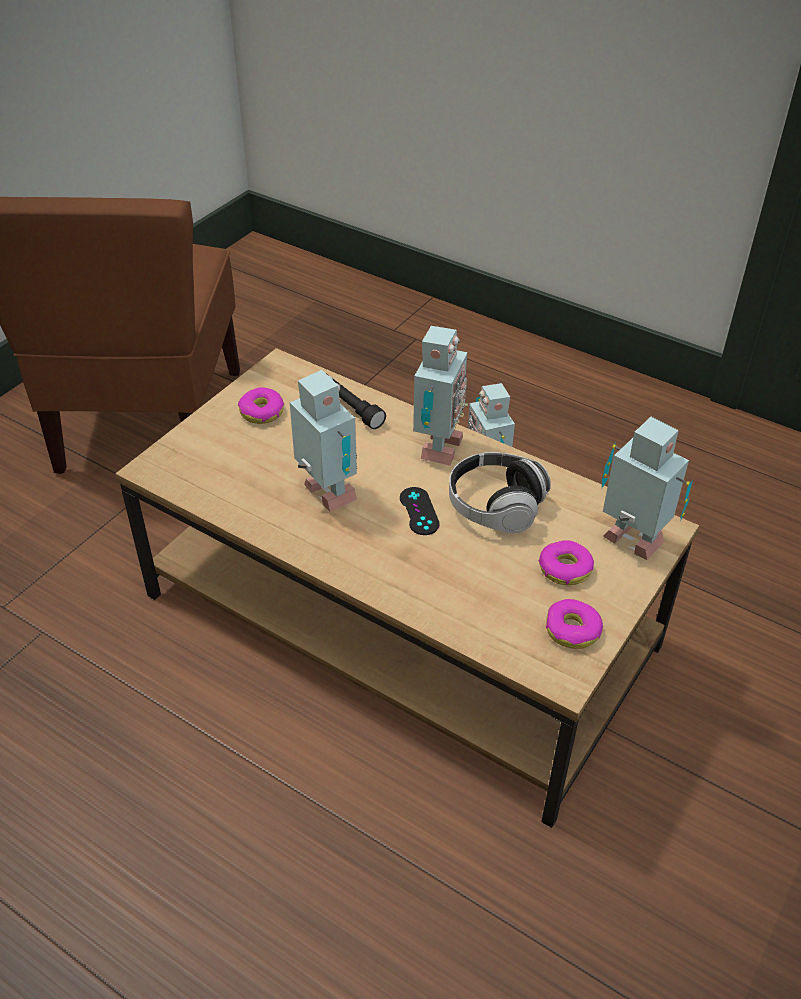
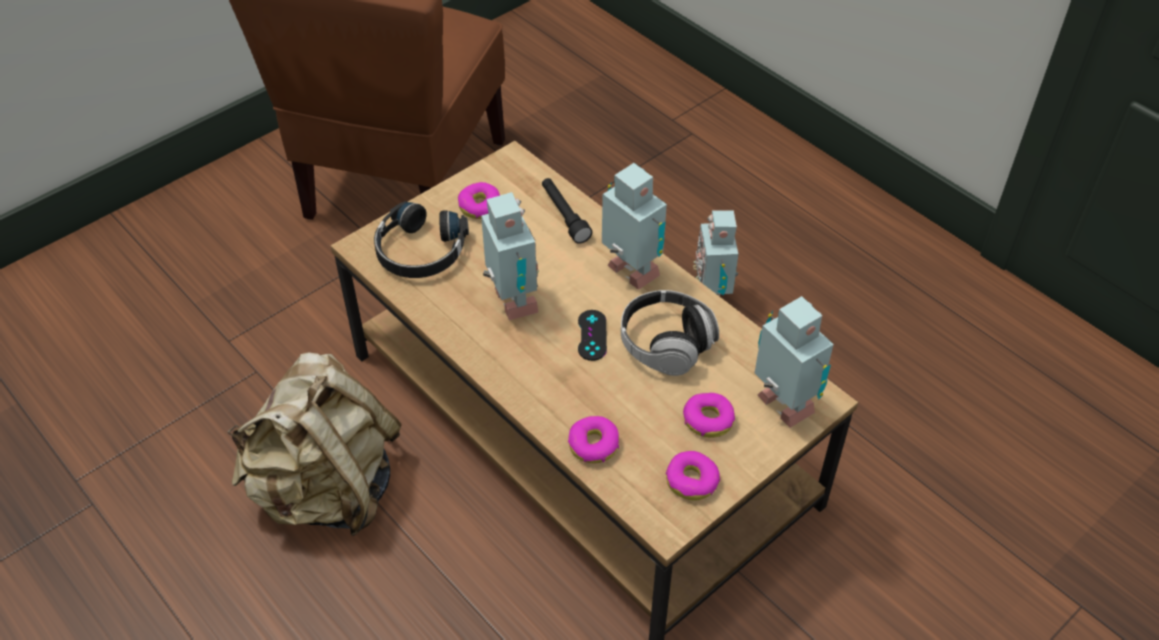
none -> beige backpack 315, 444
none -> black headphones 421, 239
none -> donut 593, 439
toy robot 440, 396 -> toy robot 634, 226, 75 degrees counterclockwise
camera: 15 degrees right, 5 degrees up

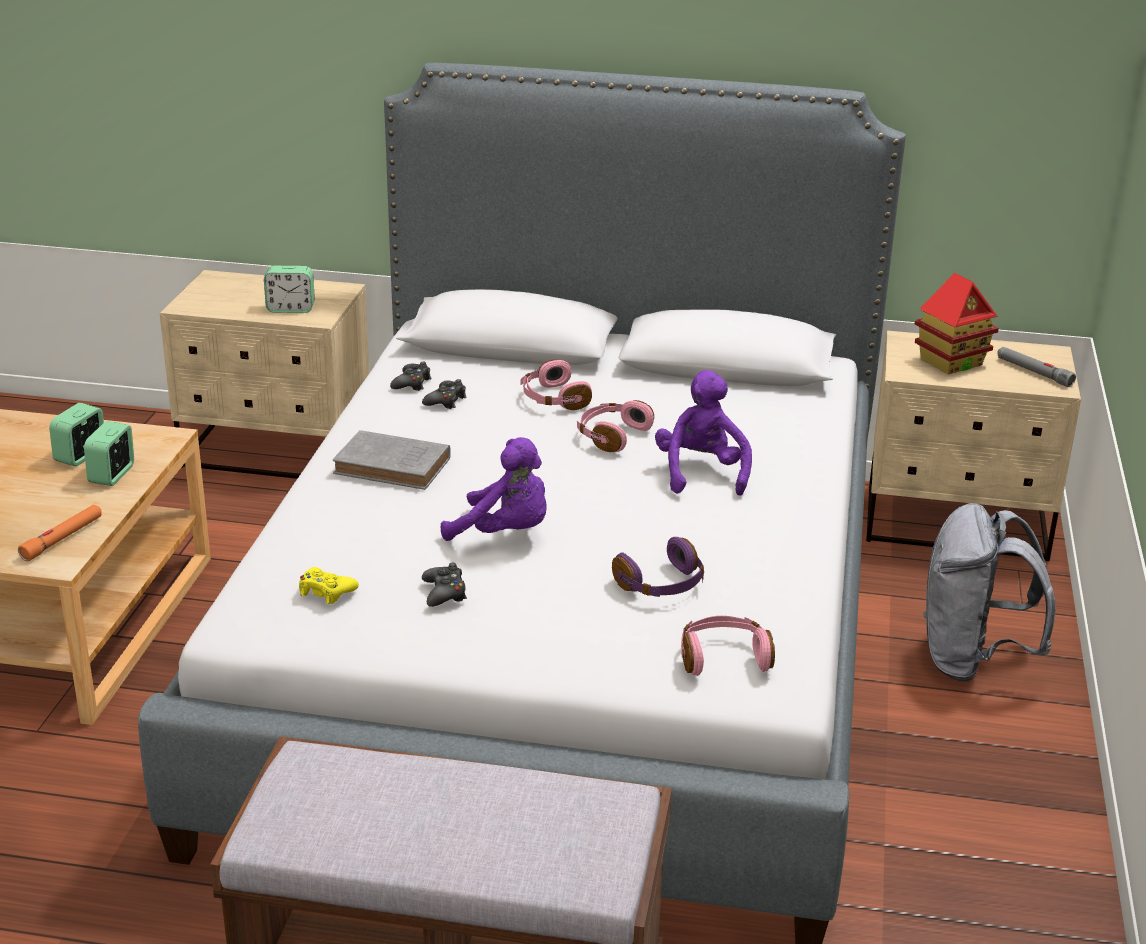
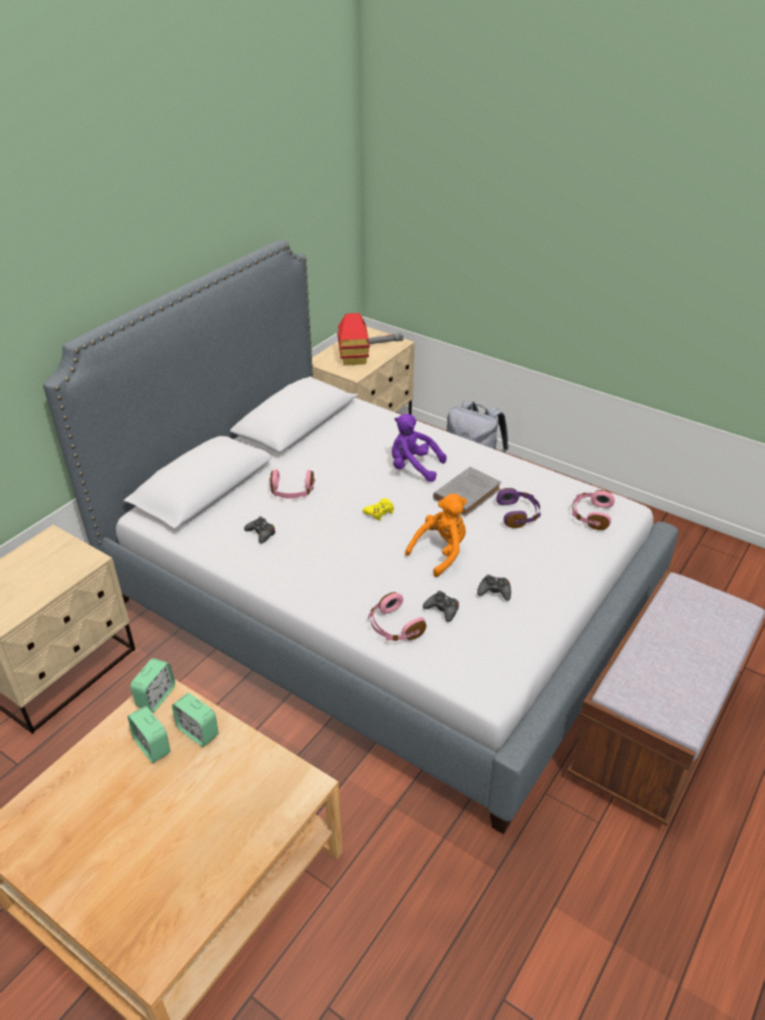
orange flashlight 60, 533 -> none
alarm clock 289, 289 -> alarm clock 152, 685, shifted
yellow game controller 329, 585 -> yellow game controller 378, 509, shifted
grey book 392, 460 -> grey book 467, 492, shifted
black game controller 411, 376 -> black game controller 441, 606, shifted
pink headphones 615, 426 -> pink headphones 397, 616, shifted
purple plush toy 494, 489 -> orange plush toy 436, 535
camera: 65 degrees left, 10 degrees up

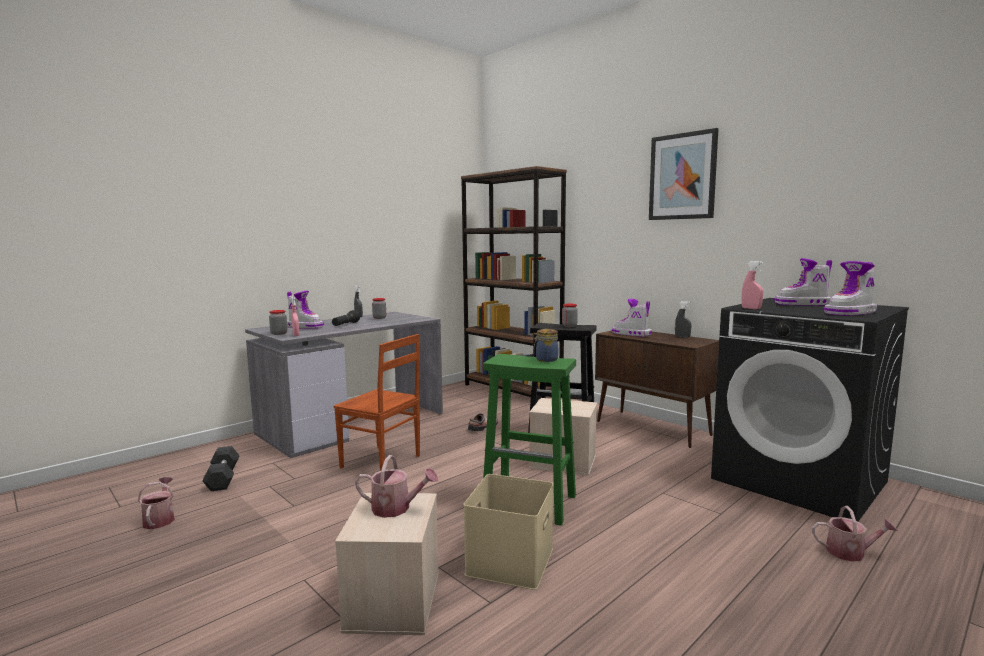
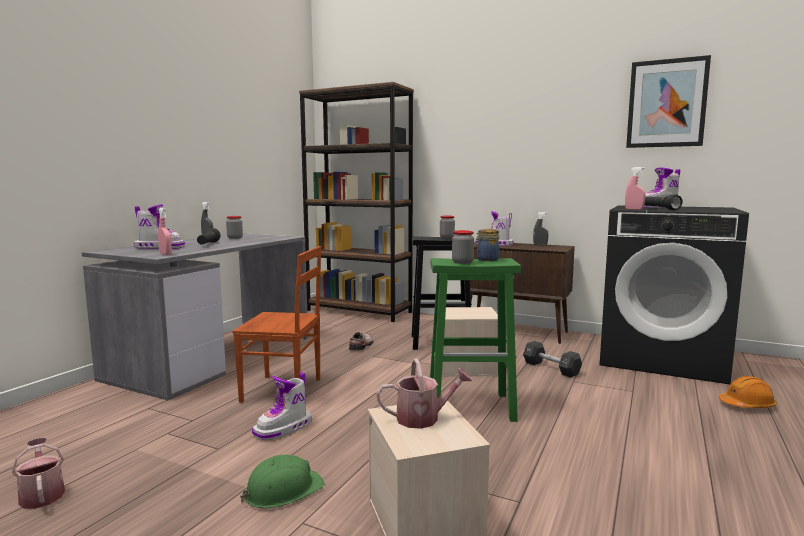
beige storage box 508, 532 -> none
none -> green hard hat 282, 481
none -> black flashlight 663, 202
black dumbbell 221, 468 -> black dumbbell 552, 359, shifted
jar 278, 322 -> jar 463, 247, shifted
picture 684, 174 -> picture 668, 101, shifted
boot 850, 288 -> boot 282, 406, shifted
watering can 855, 534 -> orange hard hat 748, 392
camera: 20 degrees left, 0 degrees up

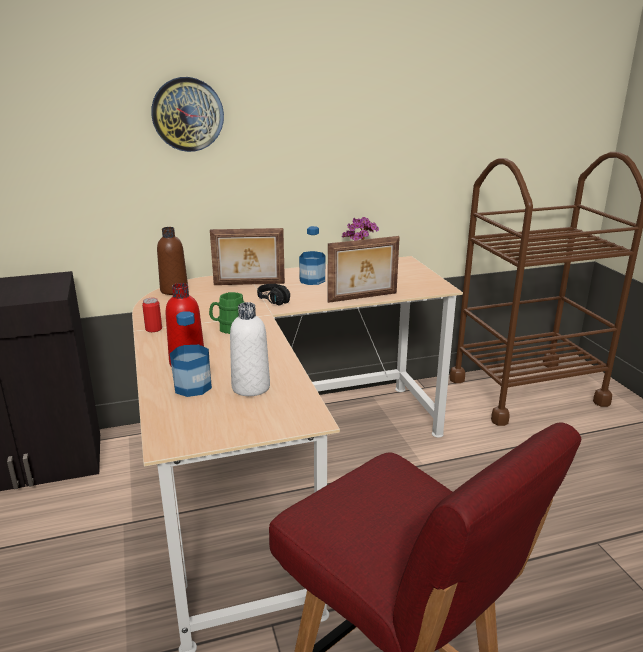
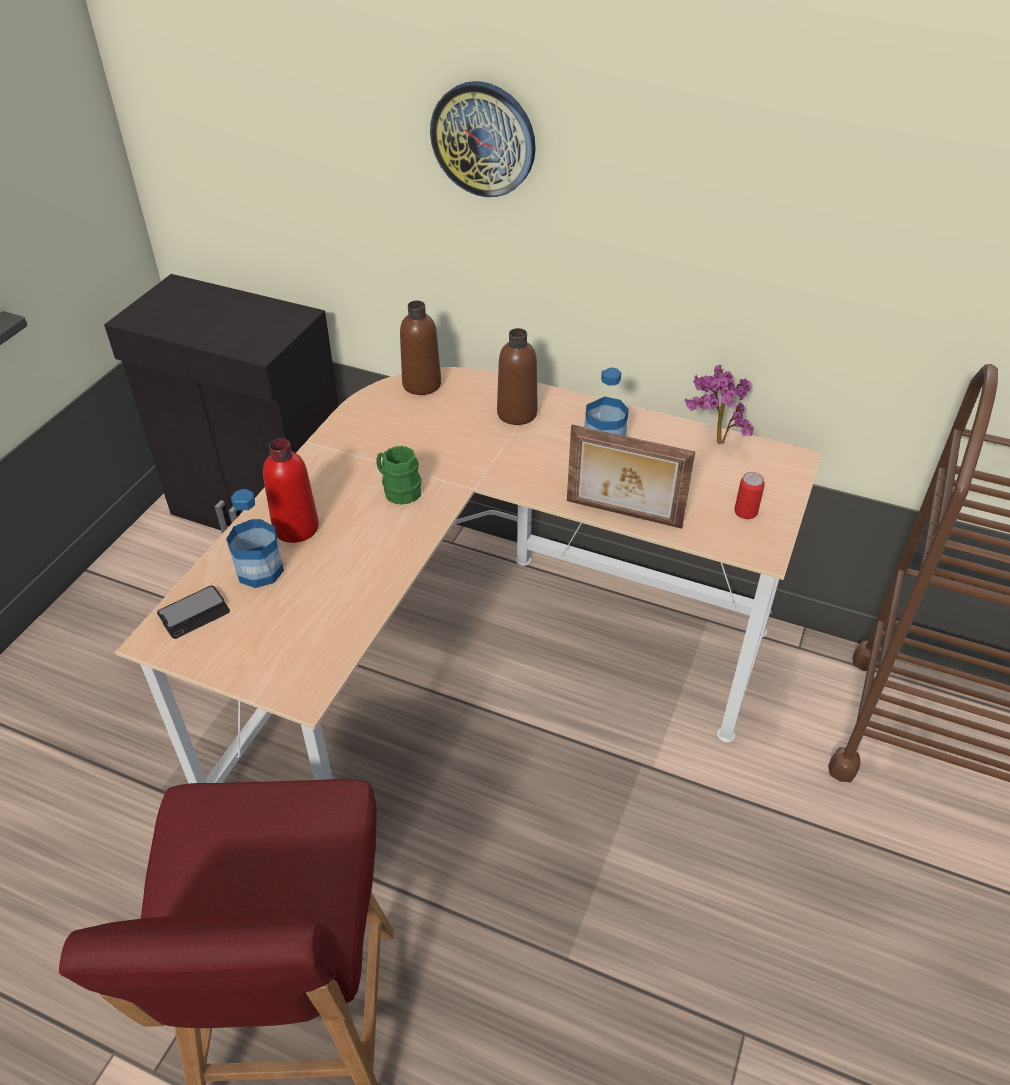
white bottle 250, 349 -> none
black headphones 273, 294 -> none
none -> phone 193, 612
can 152, 315 -> can 749, 495, shifted
picture frame 247, 256 -> brown bottle 517, 376
camera: 40 degrees right, 20 degrees up

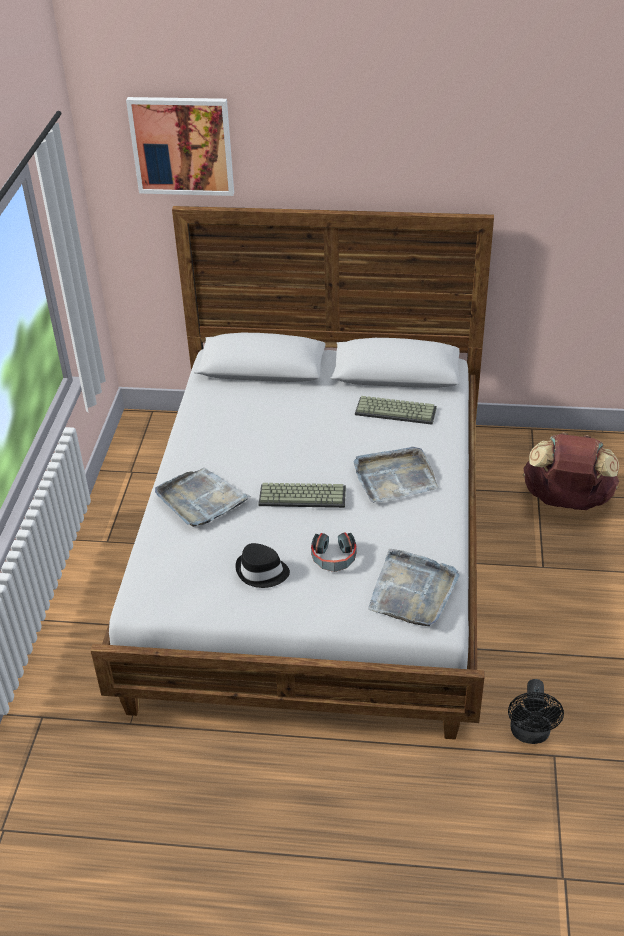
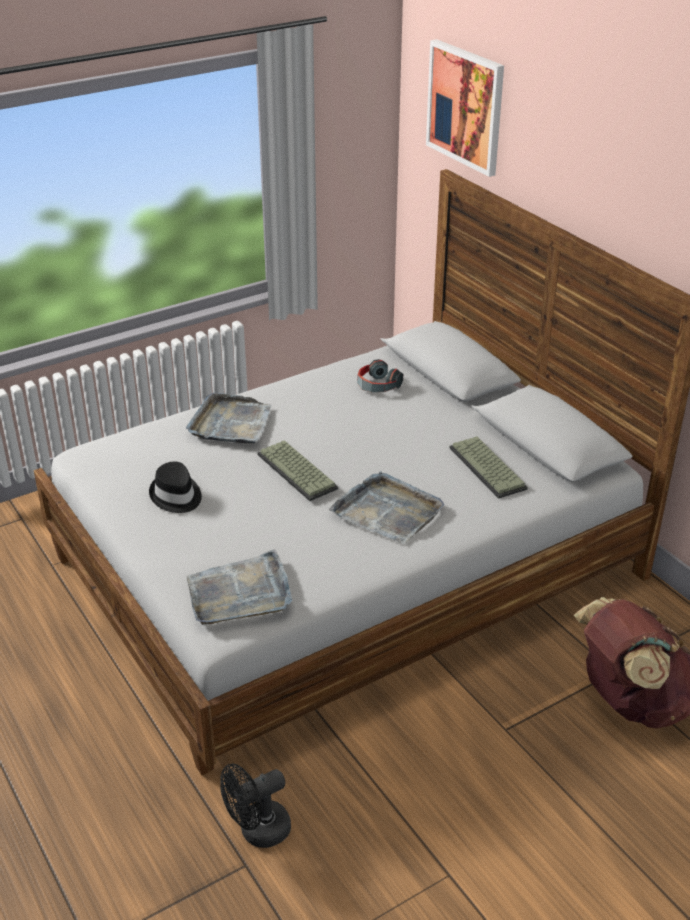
headphones 334, 552 -> headphones 380, 375, shifted
camera: 50 degrees right, 5 degrees down

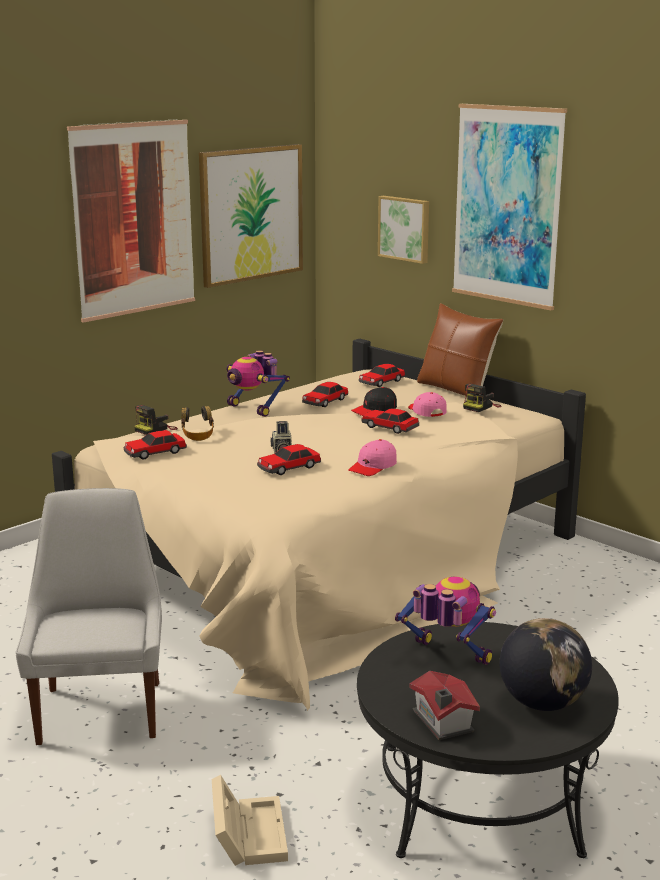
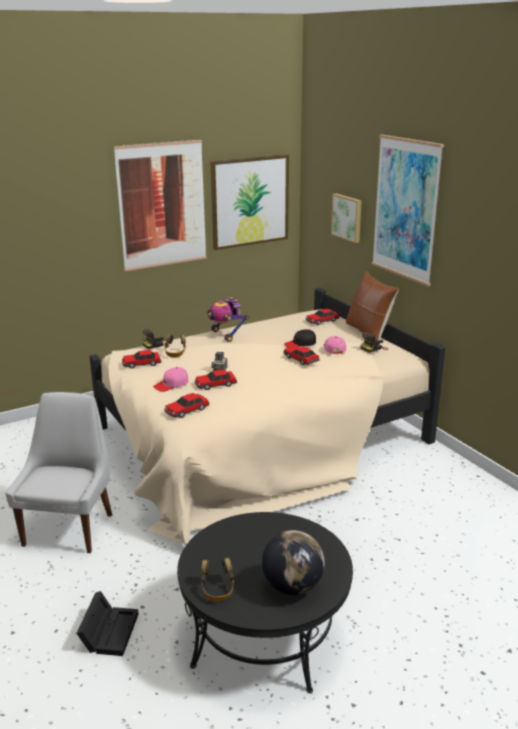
toy robot 445, 620 -> none
toy car 325, 394 -> toy car 186, 405, shifted
pink cap 372, 457 -> pink cap 171, 379, shifted
toy house 444, 705 -> headphones 217, 580
beige storage box 250, 820 -> black storage box 107, 623
camera: 15 degrees right, 5 degrees up

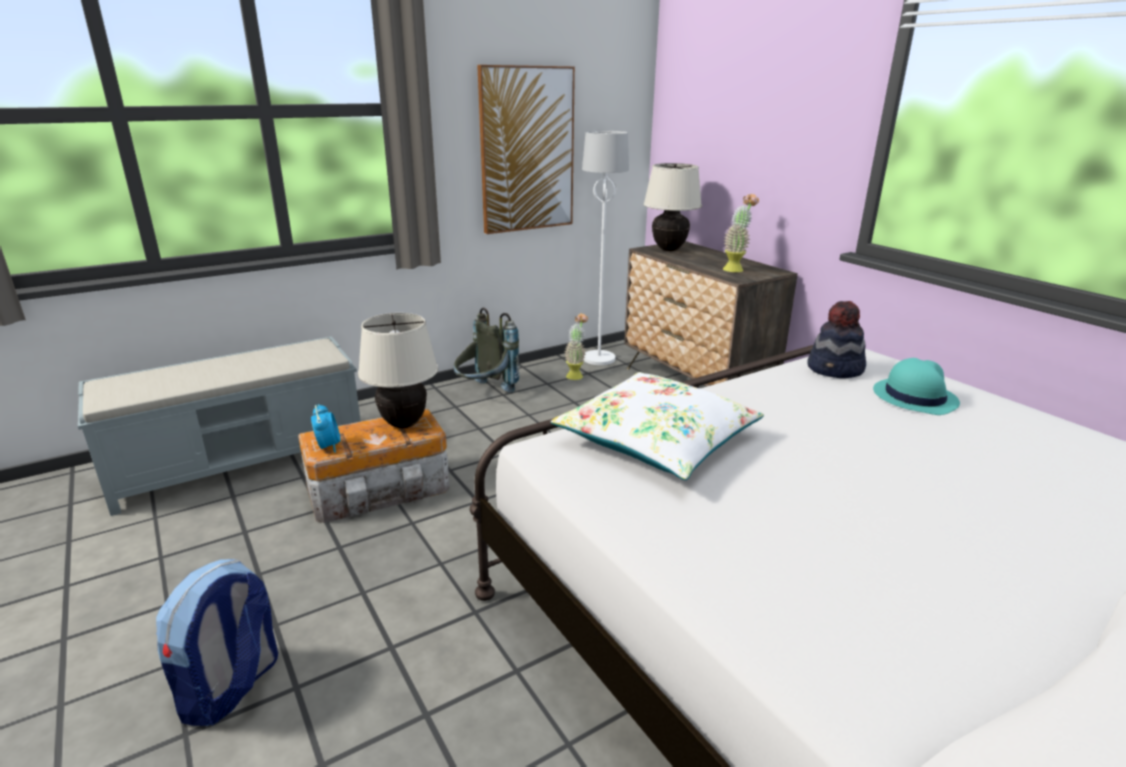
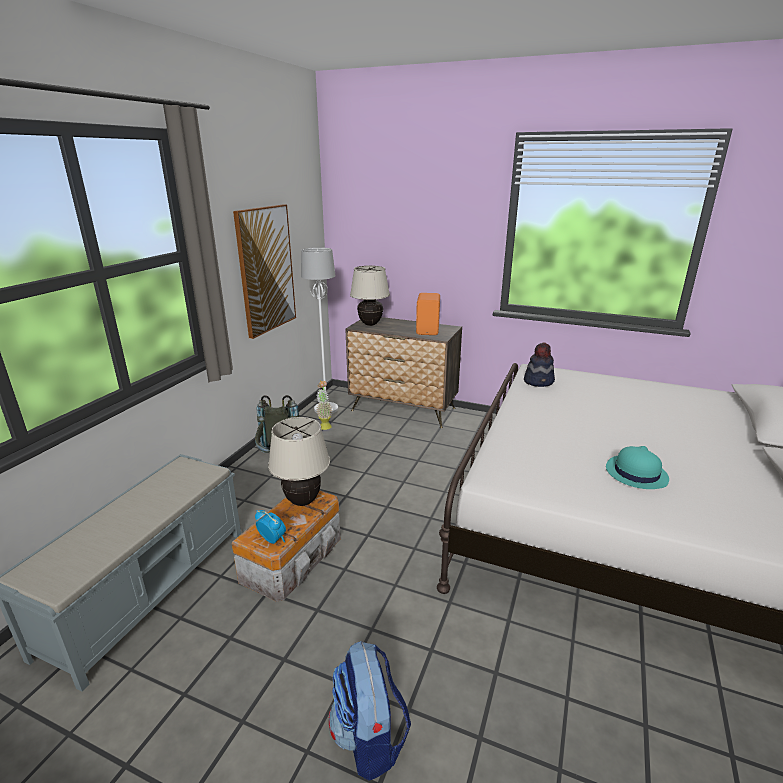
white pillow 657, 426 -> none
turquoise hat 916, 386 -> turquoise hat 637, 467, shifted
potted plant 741, 233 -> orange speaker 428, 314
camera: 35 degrees left, 0 degrees up

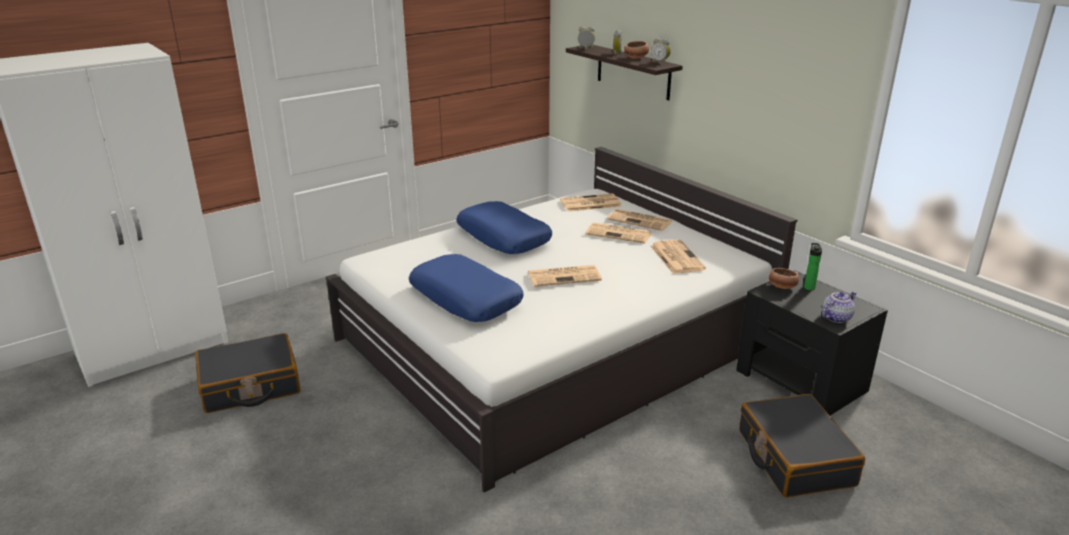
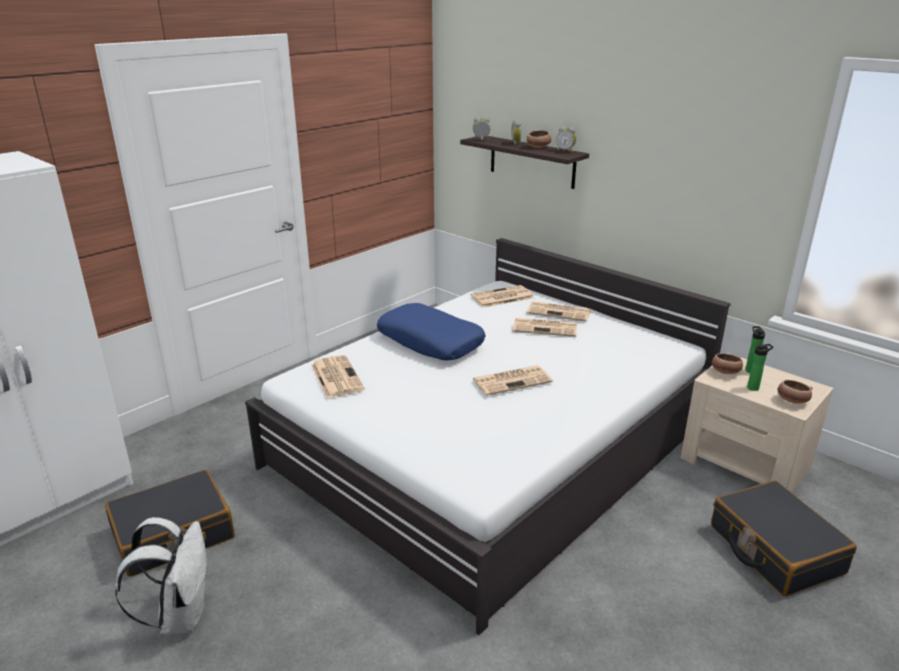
blue pillow 466, 288 -> none
none -> white backpack 161, 576
none -> bottle 760, 367
newspaper 678, 256 -> newspaper 338, 376, shifted
teapot 839, 307 -> bowl 794, 392
black nightstand 812, 342 -> beige nightstand 757, 423
camera: 10 degrees left, 0 degrees up

